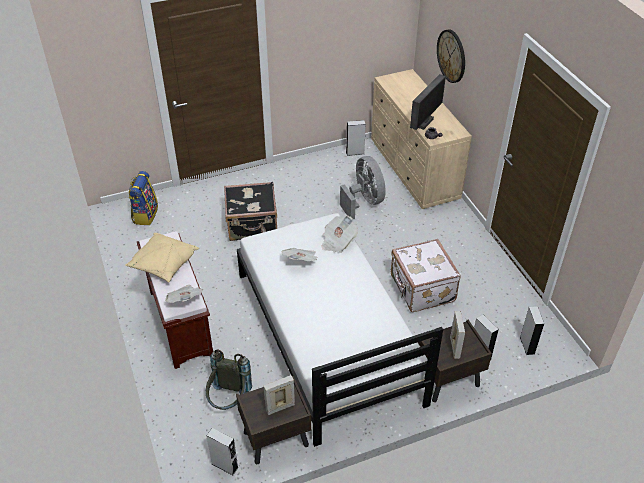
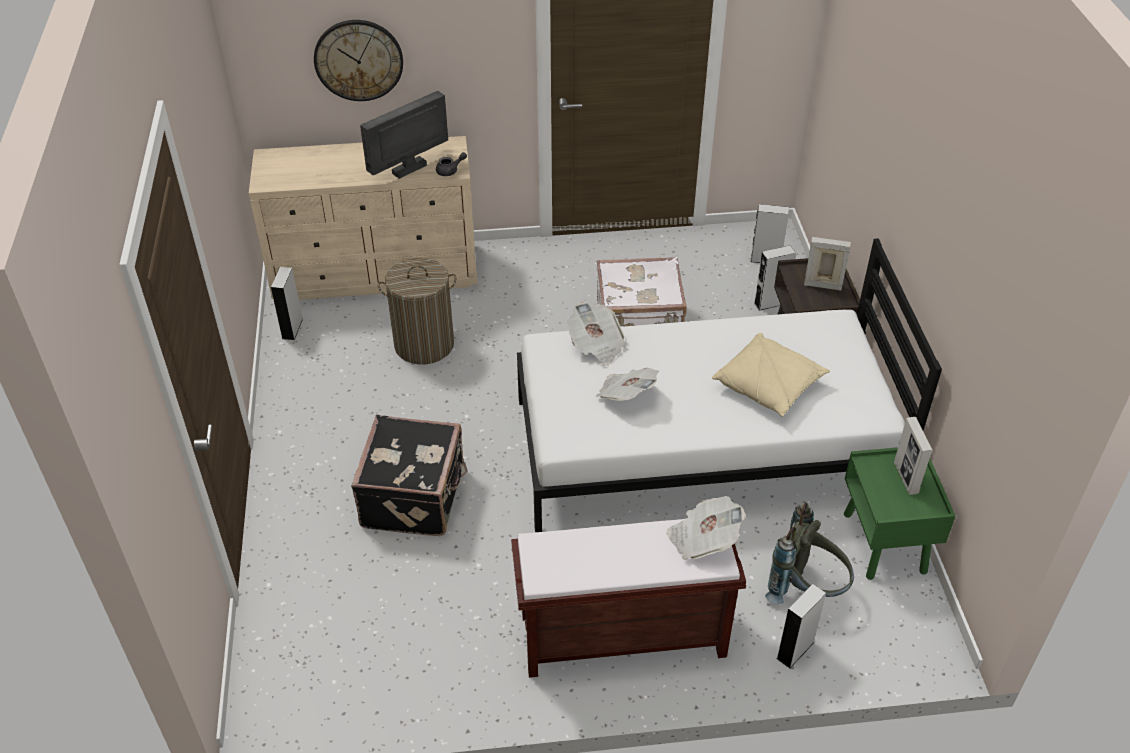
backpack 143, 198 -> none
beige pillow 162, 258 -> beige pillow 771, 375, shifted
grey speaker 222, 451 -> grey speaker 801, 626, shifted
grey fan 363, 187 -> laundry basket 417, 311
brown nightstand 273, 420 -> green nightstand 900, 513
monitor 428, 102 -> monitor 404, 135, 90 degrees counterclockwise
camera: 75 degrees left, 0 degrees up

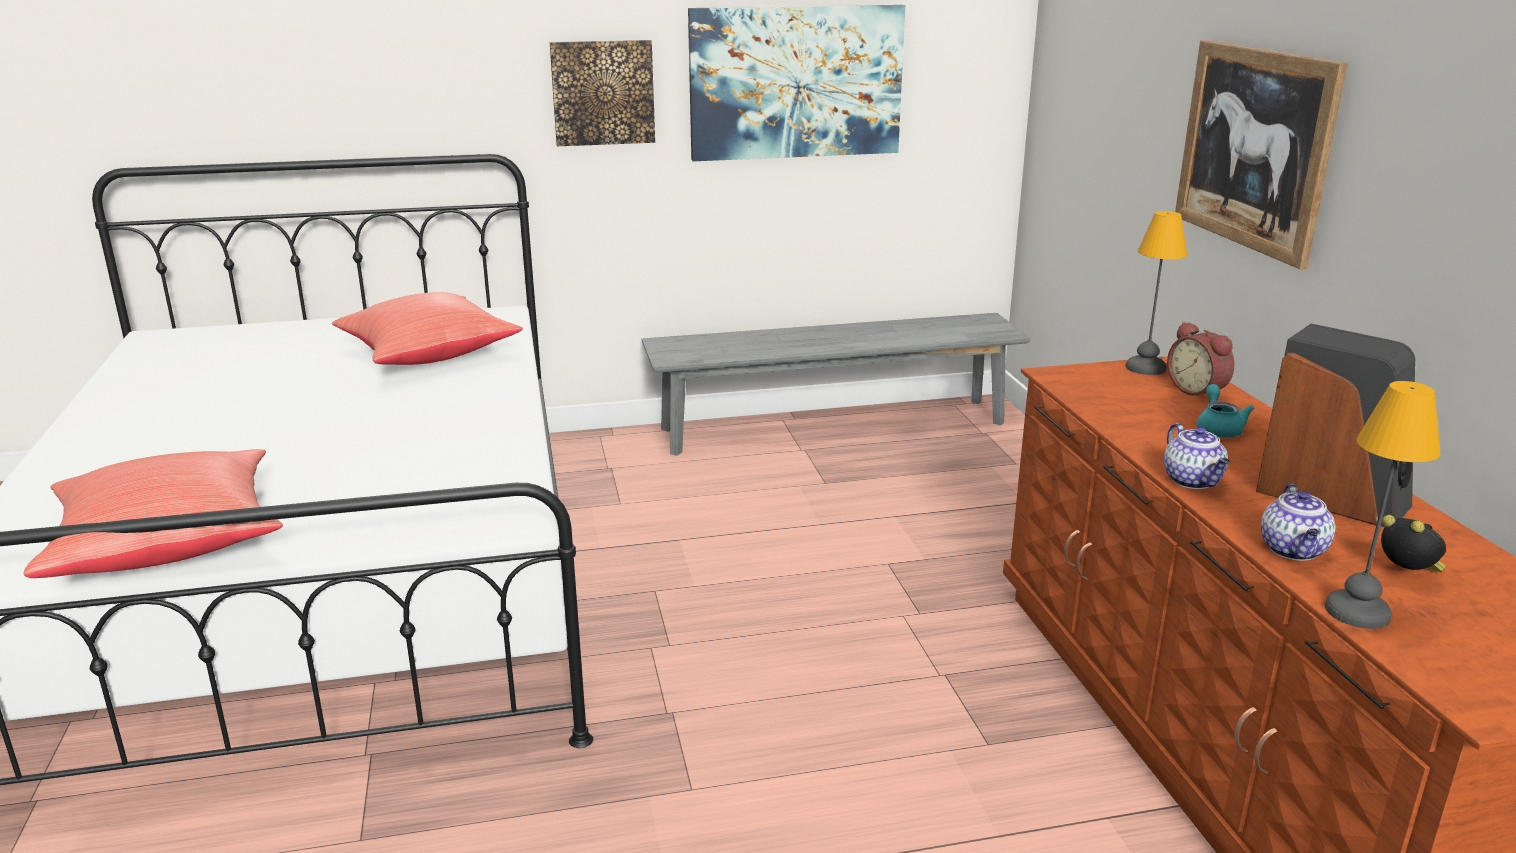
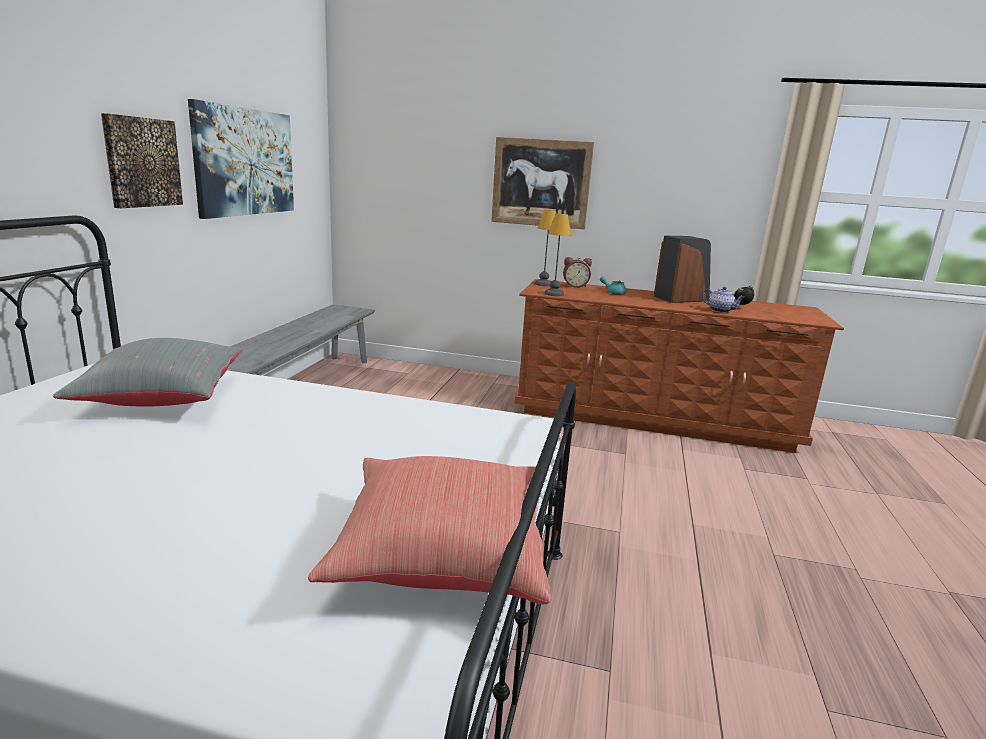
teapot 1197, 456 -> none
table lamp 1382, 505 -> table lamp 558, 255, shifted
red pillow 427, 328 -> grey pillow 147, 372
camera: 65 degrees left, 5 degrees down

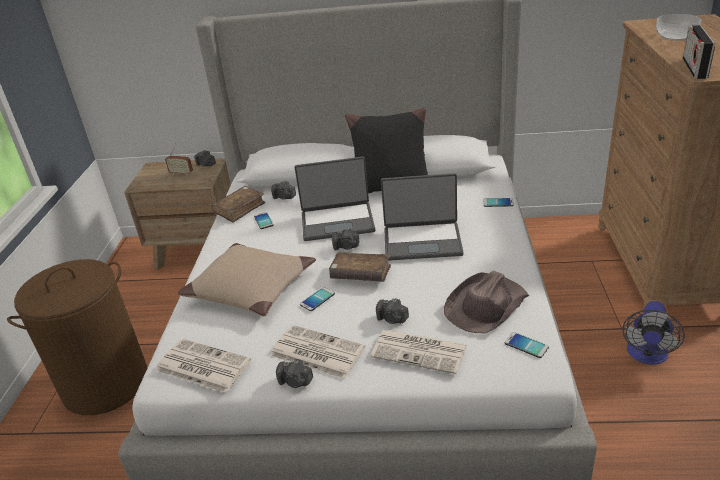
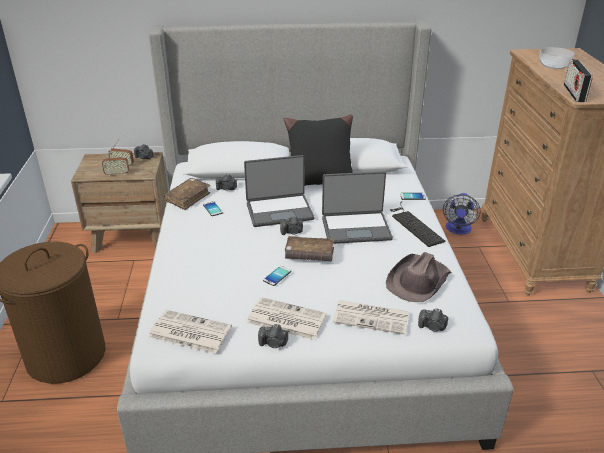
beige pillow 247, 279 -> none
phone 527, 345 -> none
none -> radio 115, 161
none -> keyboard 418, 224
photo camera 392, 311 -> photo camera 433, 320, shifted
fan 653, 333 -> fan 462, 214, shifted
camera: 10 degrees left, 0 degrees up

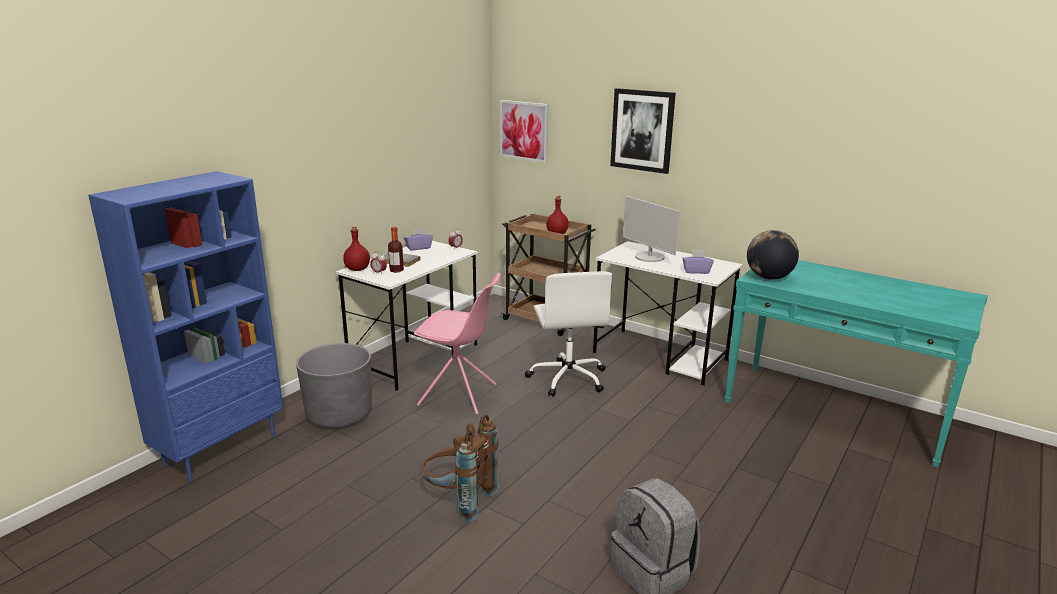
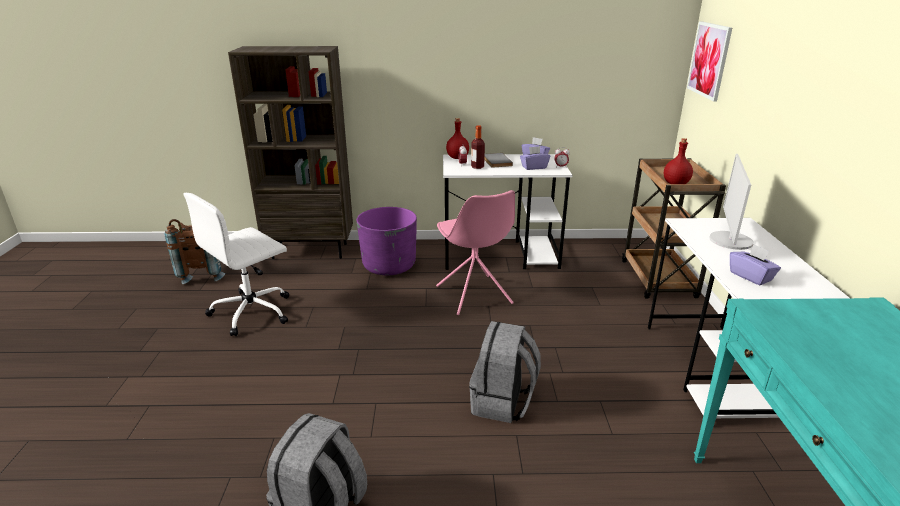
picture 643, 131 -> none
globe 773, 255 -> none
none -> grey backpack 505, 372
none -> purple tissue box 535, 158
brown backpack 460, 468 -> brown backpack 195, 251, shifted
white office chair 568, 334 -> white office chair 236, 264, shifted
blue bookcase 185, 326 -> brown bookcase 290, 152
grey planter 334, 386 -> purple planter 387, 241
camera: 55 degrees right, 5 degrees up

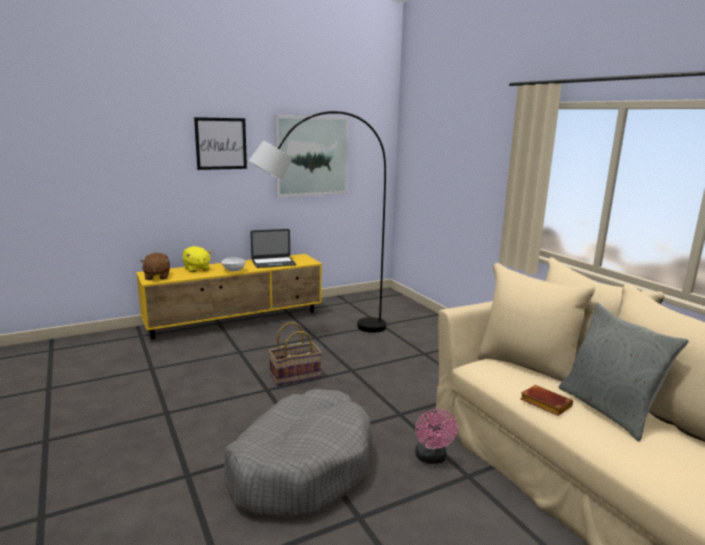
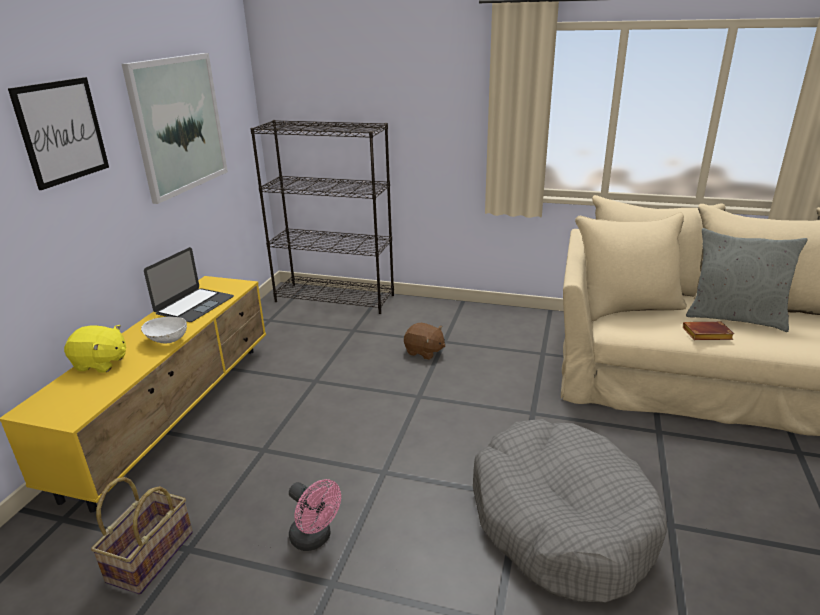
grey floor lamp 317, 222 -> none
none -> black bookcase 322, 217
brown plush toy 155, 266 -> brown plush toy 424, 341, shifted
basket 295, 354 -> basket 142, 536, shifted
pink fan 436, 436 -> pink fan 315, 515, shifted
camera: 45 degrees left, 10 degrees up

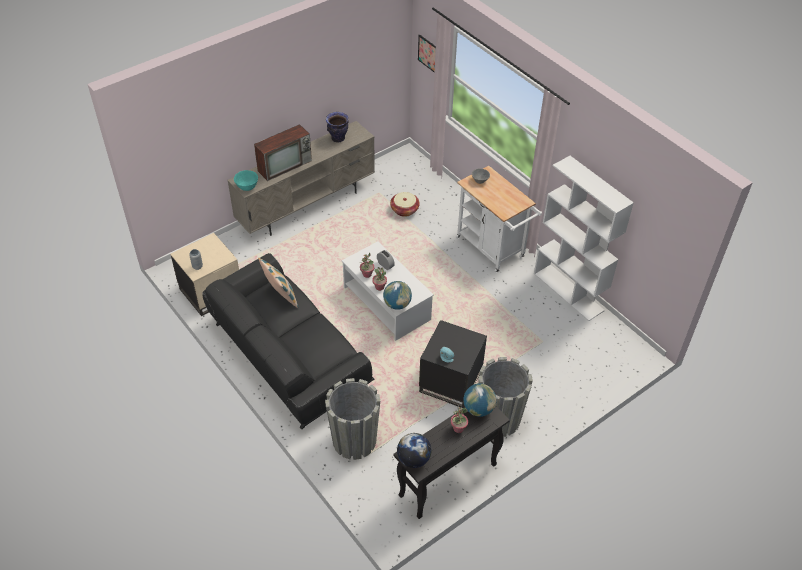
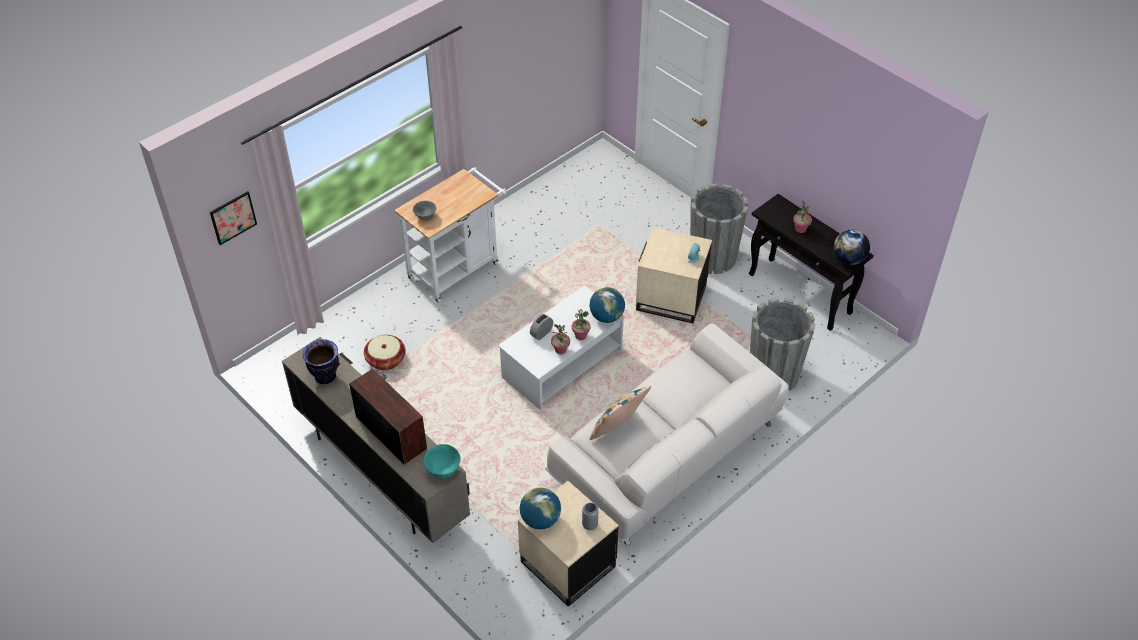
white bookcase 584, 238 -> none
globe 479, 400 -> globe 540, 508, shifted
black sofa 288, 341 -> white sofa 667, 434
black side table 453, 364 -> beige side table 674, 275
camera: 95 degrees left, 0 degrees up

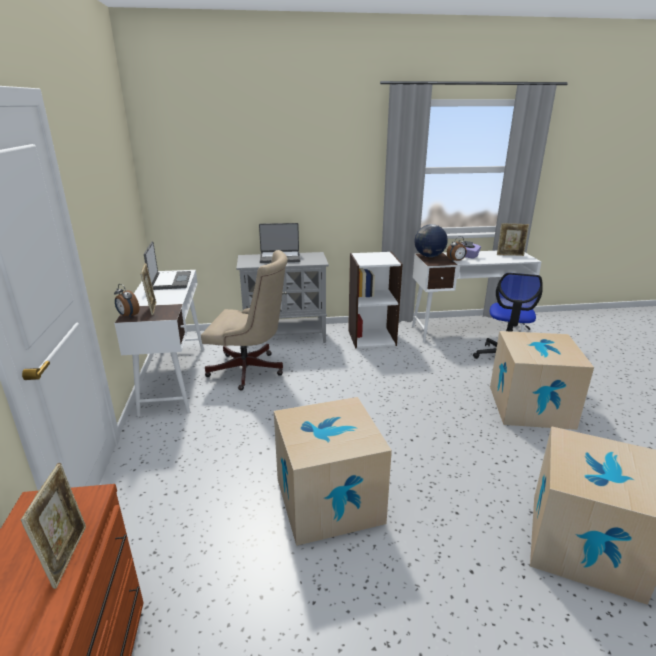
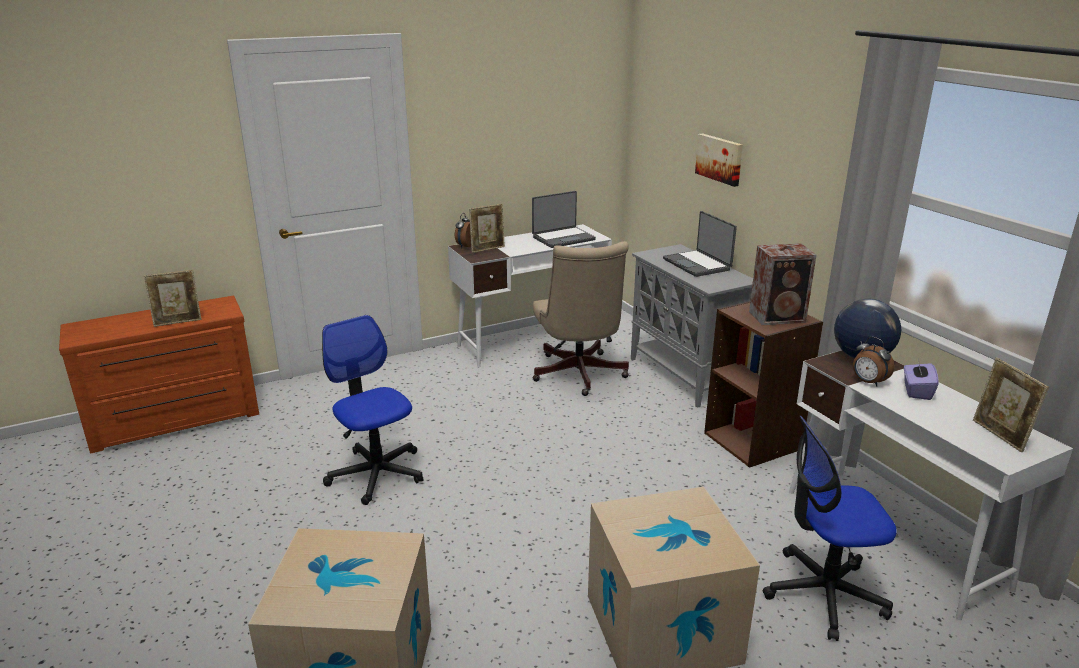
none -> picture 719, 160
none -> speaker 782, 284
cardboard box 333, 471 -> office chair 373, 410
white bookcase 375, 300 -> brown bookcase 763, 384
camera: 70 degrees right, 0 degrees up

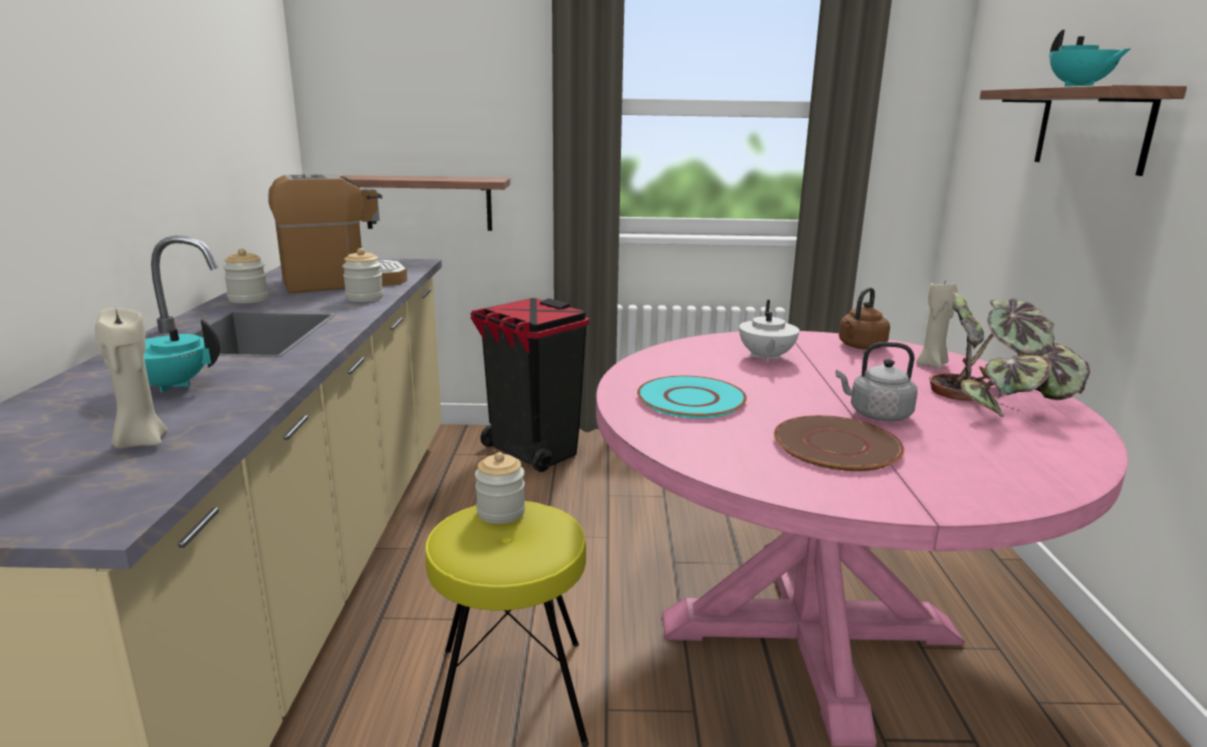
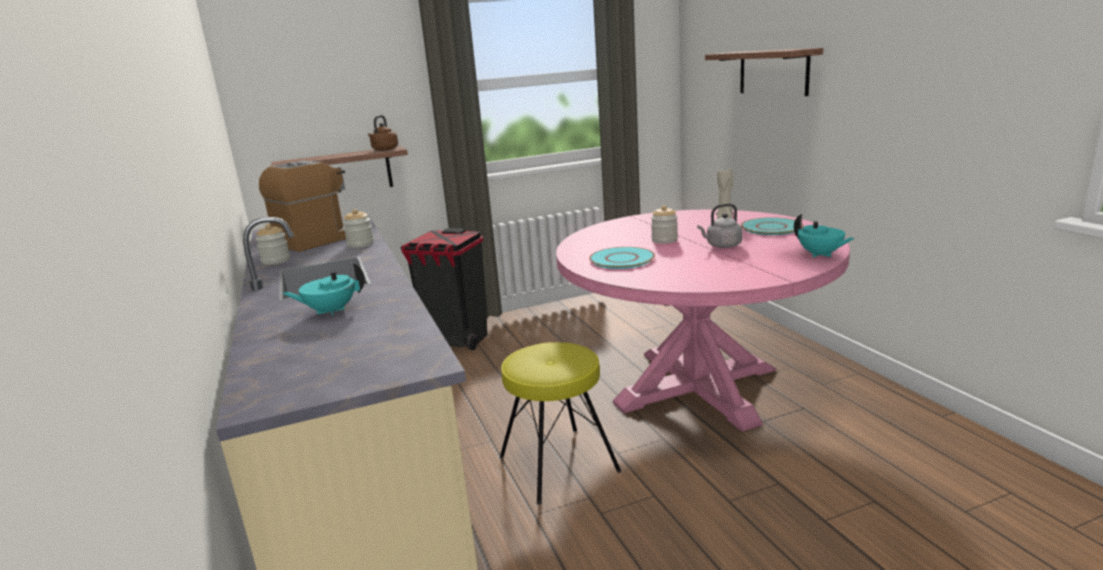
beige candle 131, 378 -> none
white teapot 769, 331 -> none
brown plate 839, 443 -> none
jar 500, 488 -> jar 664, 224, shifted
brown kettle 864, 318 -> brown kettle 383, 133, shifted
turquoise teapot 1090, 58 -> turquoise teapot 824, 235, shifted
potted plant 1009, 354 -> turquoise plate 772, 226
camera: 20 degrees left, 0 degrees up

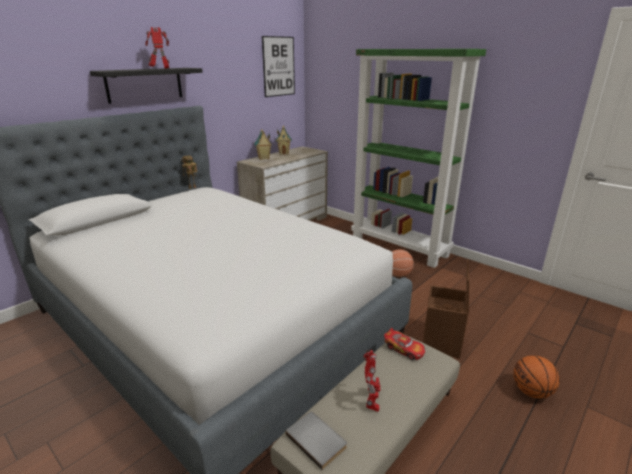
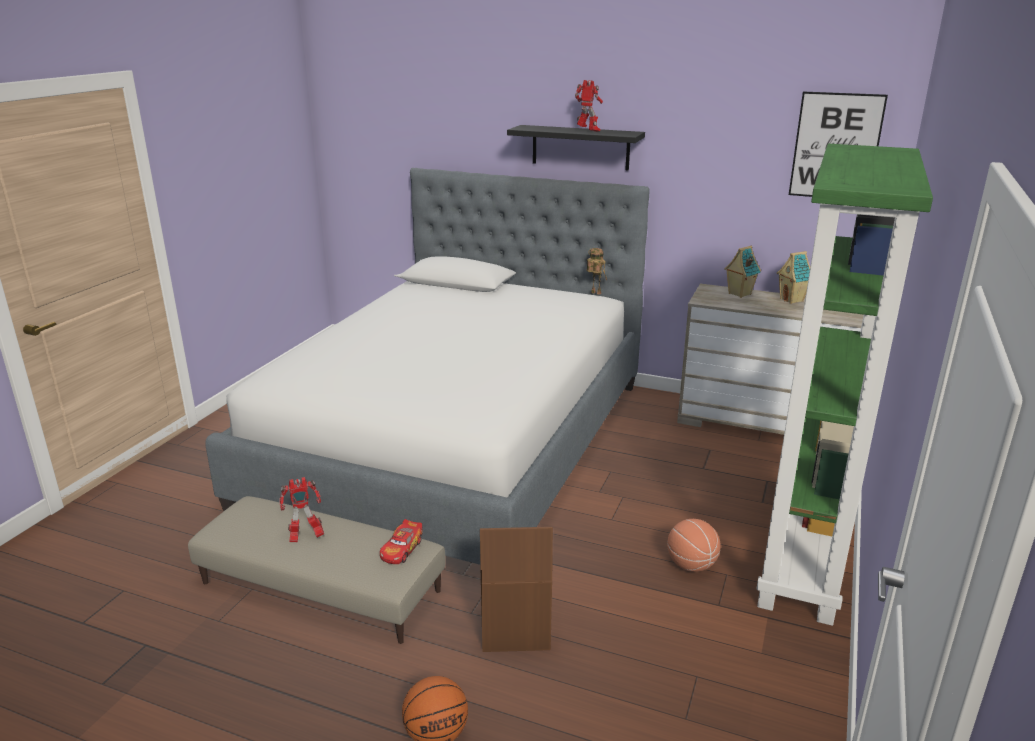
grey book 316, 441 -> none
camera: 70 degrees right, 0 degrees up

